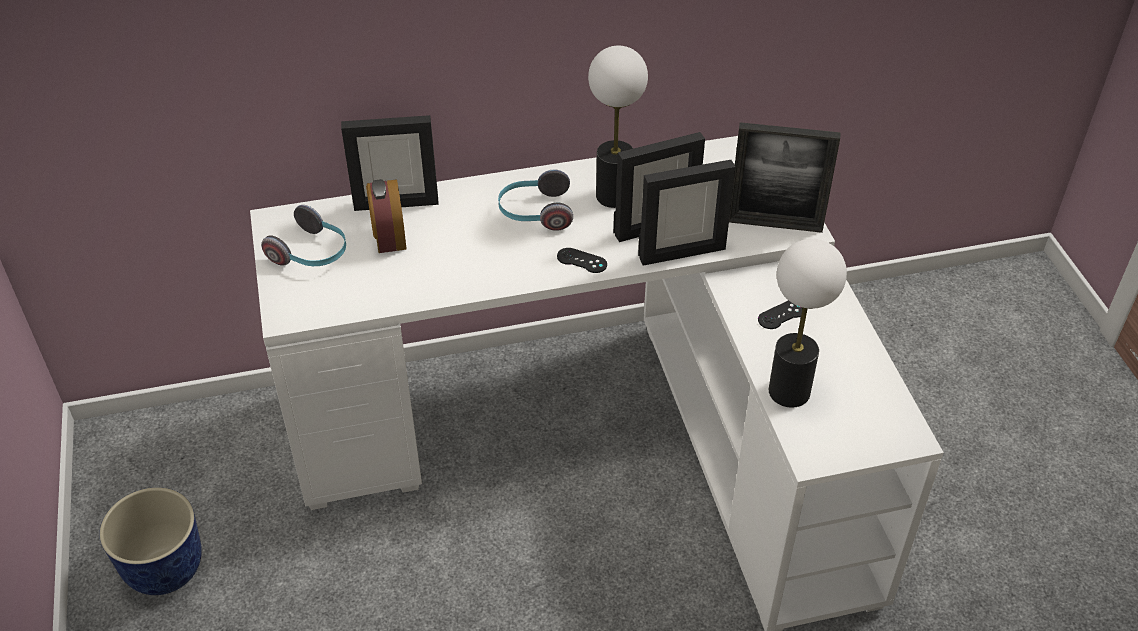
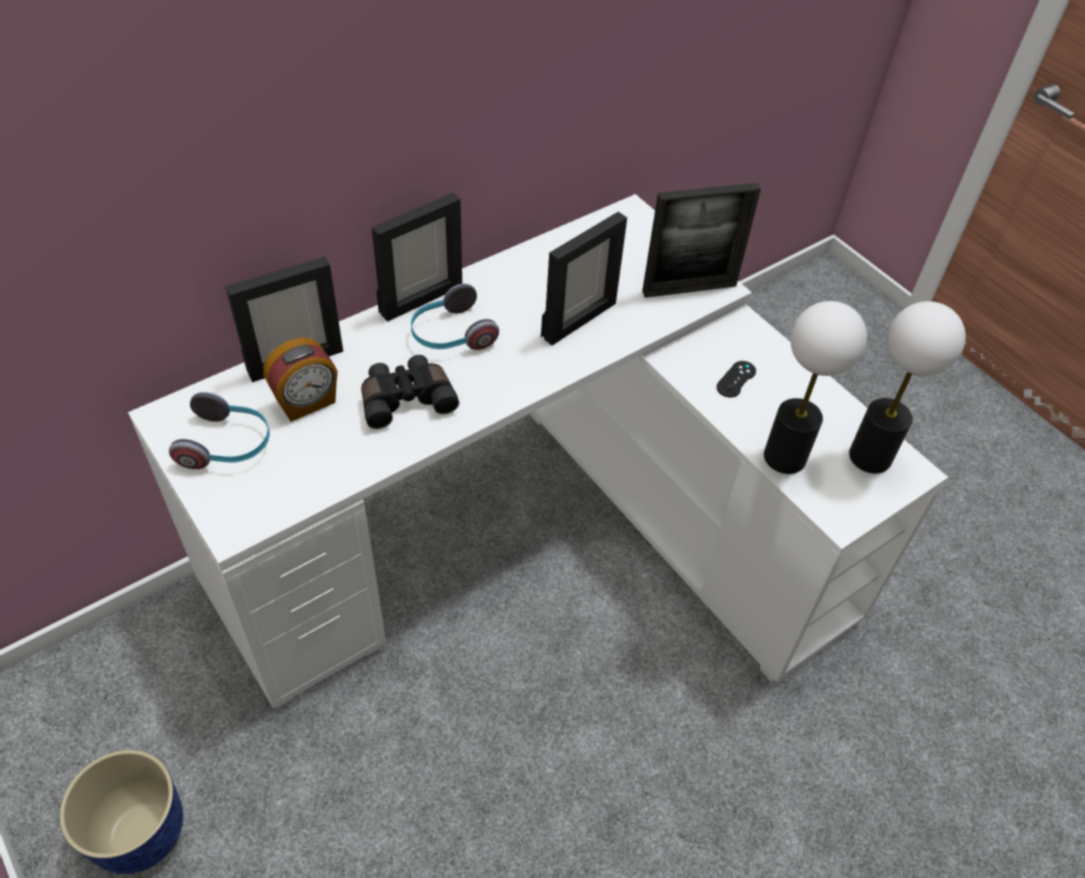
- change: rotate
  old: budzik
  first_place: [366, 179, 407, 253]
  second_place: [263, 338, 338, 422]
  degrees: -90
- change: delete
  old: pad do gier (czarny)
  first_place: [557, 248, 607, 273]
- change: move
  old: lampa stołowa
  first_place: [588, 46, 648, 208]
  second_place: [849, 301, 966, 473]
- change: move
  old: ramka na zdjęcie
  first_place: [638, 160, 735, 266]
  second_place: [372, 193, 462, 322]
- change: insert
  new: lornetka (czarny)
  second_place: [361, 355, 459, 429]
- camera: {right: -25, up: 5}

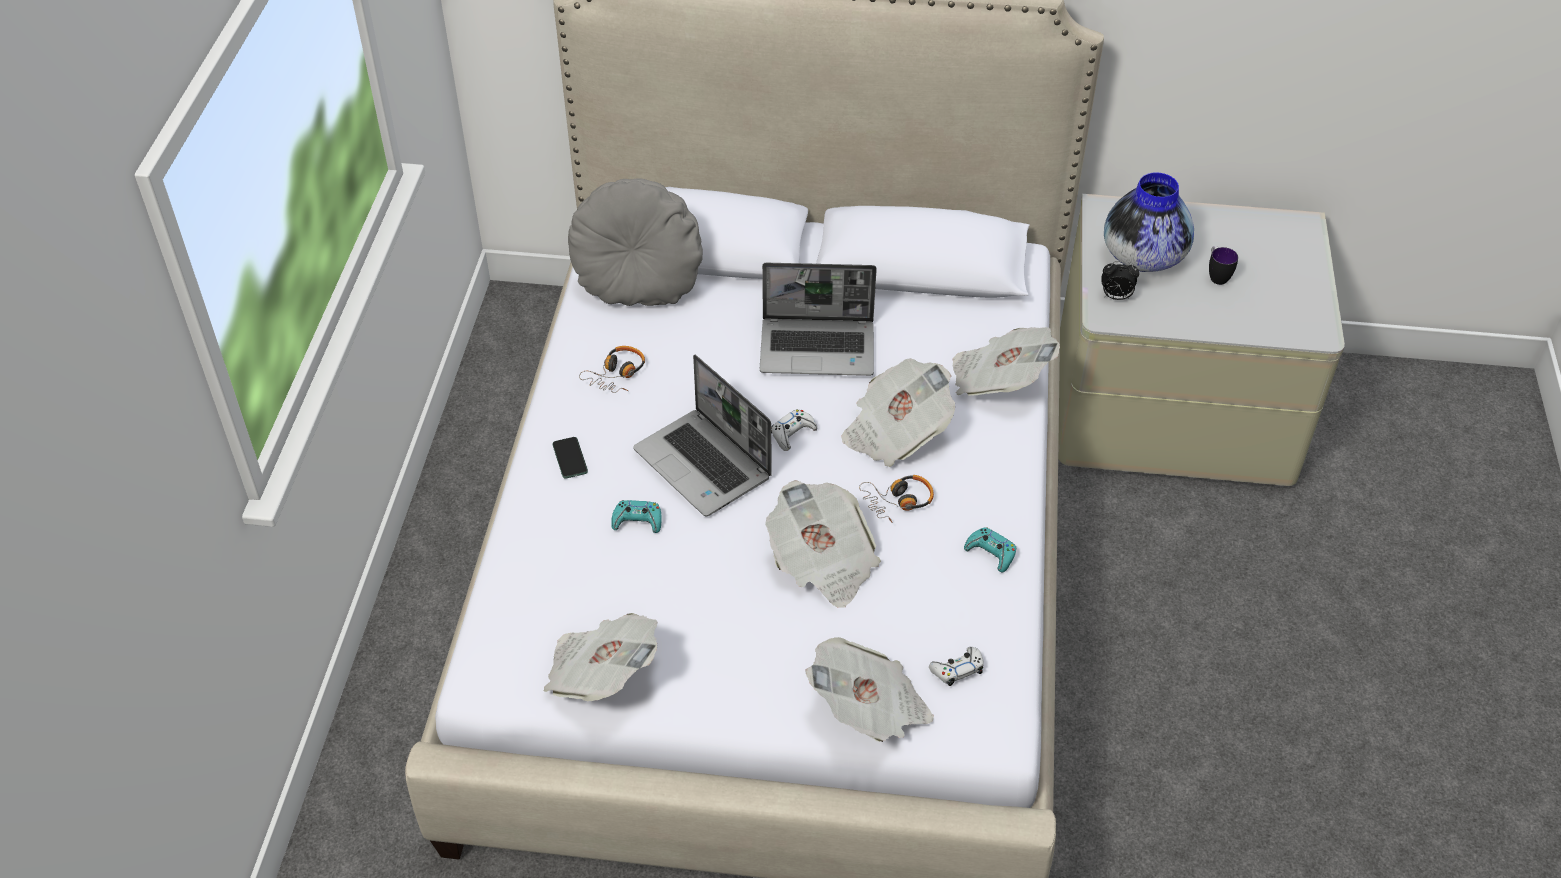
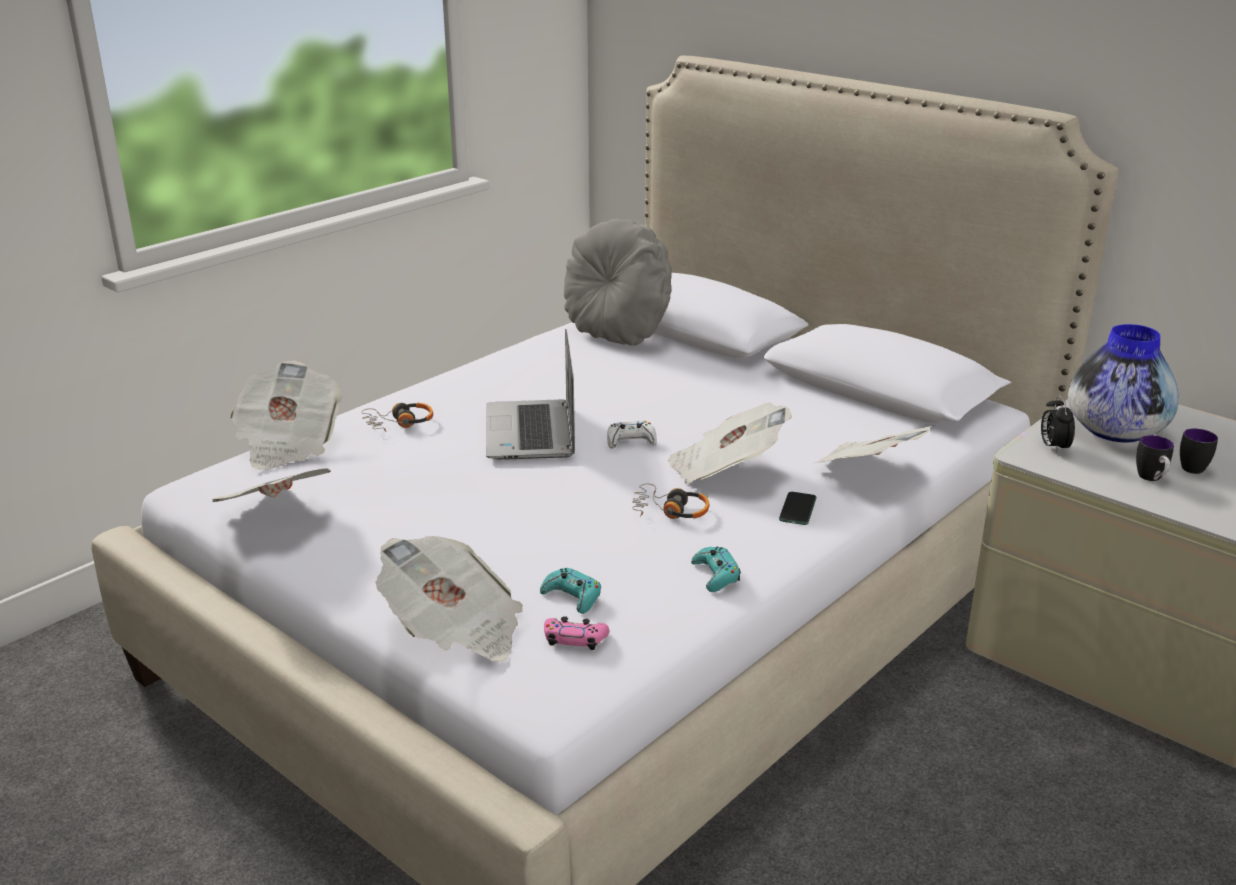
- change: move
  old: telefon
  first_place: [552, 437, 588, 479]
  second_place: [779, 492, 817, 525]
- change: move
  old: słuchawki
  first_place: [579, 346, 645, 393]
  second_place: [361, 403, 433, 432]
- change: move
  old: pad do gier (turkusowy)
  first_place: [611, 500, 662, 533]
  second_place: [540, 568, 601, 614]
- change: delete
  old: laptop
  first_place: [760, 263, 877, 376]
- change: move
  old: gazeta
  first_place: [765, 480, 881, 608]
  second_place: [231, 361, 343, 470]
- change: recolor
  old: pad do gier (biały)
  new: pad do gier (różowy)
  first_place: [929, 647, 984, 686]
  second_place: [544, 616, 609, 650]
- change: rotate
  old: budzik
  first_place: [1101, 261, 1139, 300]
  second_place: [1041, 395, 1075, 453]
  degrees: 45
- change: insert
  new: kubek
  second_place: [1136, 435, 1174, 481]
- camera: {right: 35, up: -20}

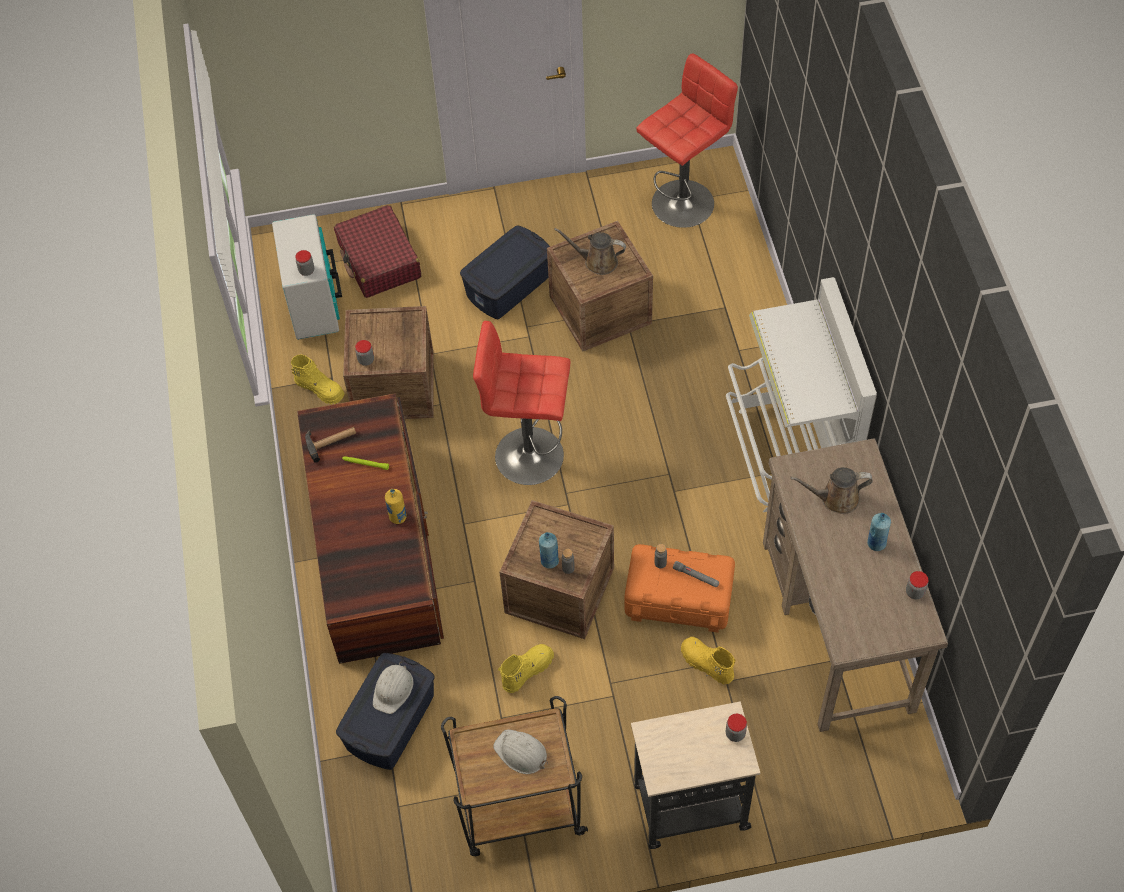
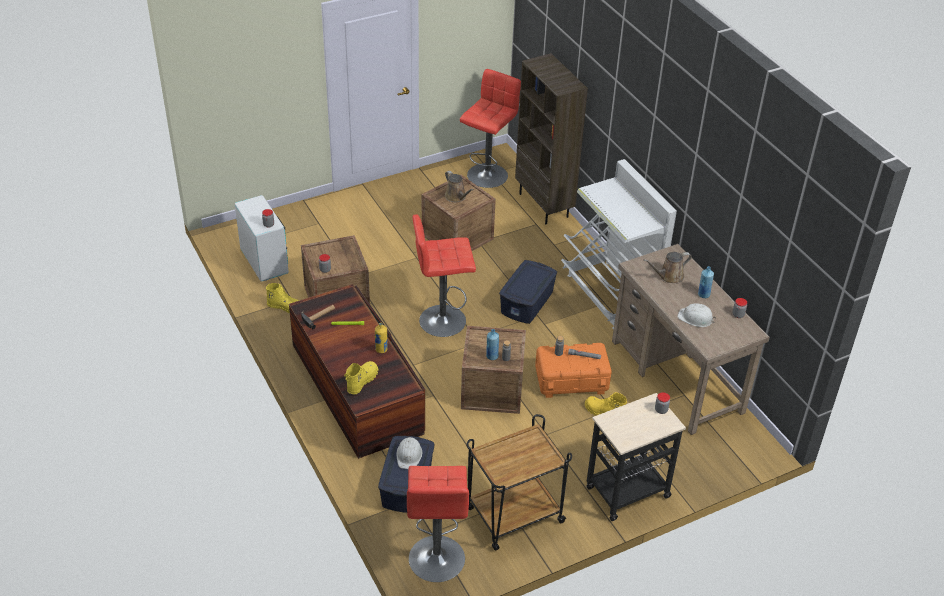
- change: delete
  old: walizka (czerwony)
  first_place: [334, 205, 421, 298]
- change: move
  old: pojemnik do przechowywania (niebieski)
  first_place: [460, 225, 550, 319]
  second_place: [499, 260, 557, 324]
- change: move
  old: kask (biały)
  first_place: [493, 729, 548, 774]
  second_place: [678, 304, 716, 327]
- change: move
  old: but z cholewką (żółty)
  first_place: [498, 644, 554, 693]
  second_place: [344, 361, 378, 395]
- change: rotate
  old: konewka (brązowy)
  first_place: [554, 228, 626, 275]
  second_place: [445, 171, 474, 202]
  degrees: -120
- change: insert
  new: stołek (czerwony)
  second_place: [407, 466, 469, 582]
- change: insert
  new: regał (brązowy)
  second_place: [515, 53, 588, 224]
- camera: {right: -20, up: -15}

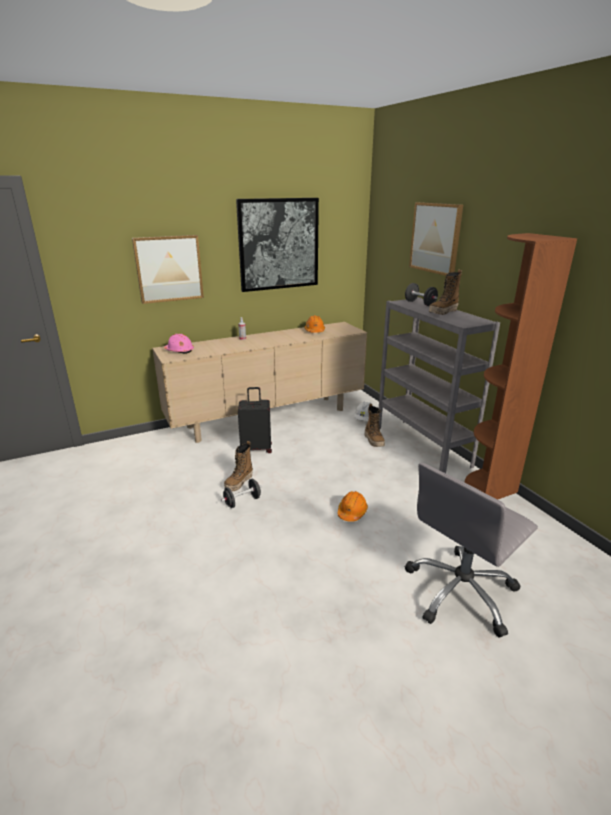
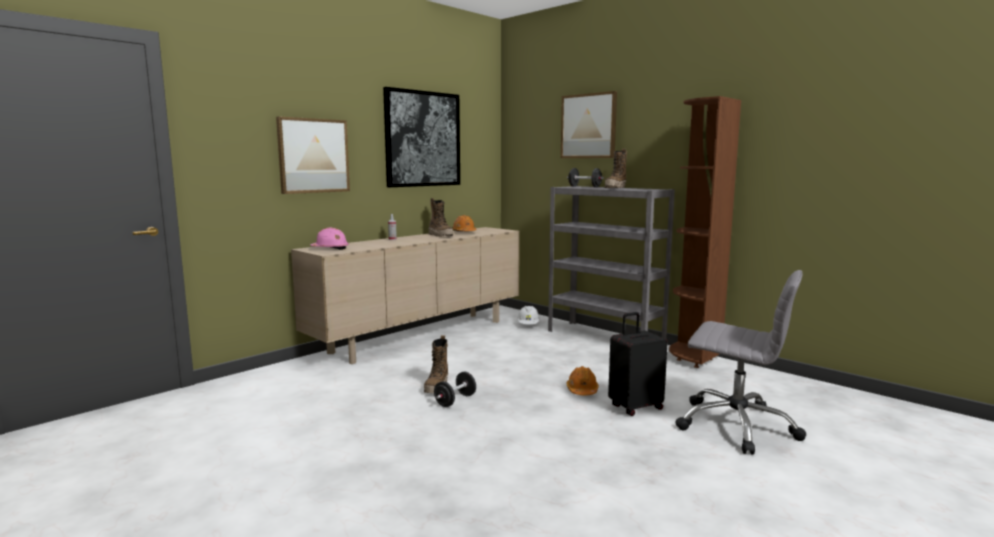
- change: move
  old: walizka (czarny)
  first_place: [238, 387, 272, 453]
  second_place: [608, 312, 668, 416]
- change: move
  old: but z cholewką
  first_place: [365, 404, 385, 447]
  second_place: [428, 198, 453, 237]
- change: rotate
  old: krzesło biurowe (szary)
  first_place: [405, 463, 538, 638]
  second_place: [675, 270, 806, 454]
  degrees: -90
- camera: {right: -20, up: -15}

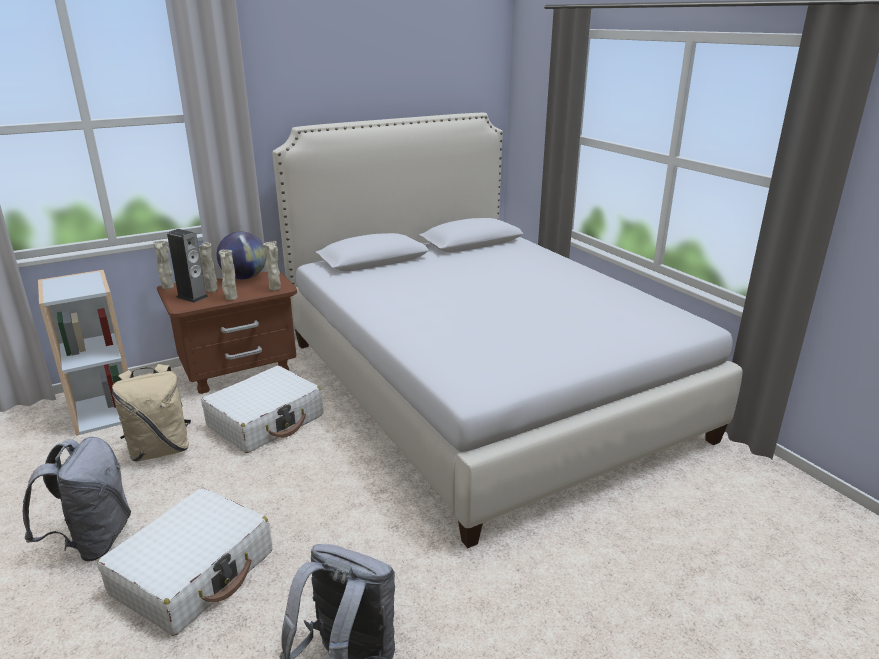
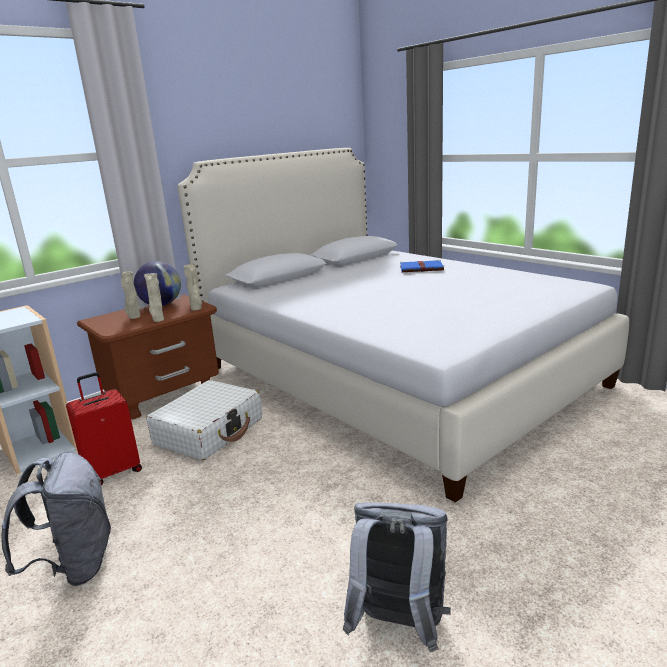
- change: delete
  old: walizka (biały)
  first_place: [97, 488, 272, 636]
- change: replace
  old: plecak (beżowy)
  new: walizka (czerwony)
  first_place: [112, 364, 191, 462]
  second_place: [66, 372, 142, 486]
- change: delete
  old: wazon (beżowy)
  first_place: [153, 241, 174, 289]
- change: delete
  old: głośnik
  first_place: [167, 229, 208, 303]
- change: insert
  new: książka (niebieski)
  second_place: [400, 260, 444, 272]
- camera: {right: -10, up: -5}

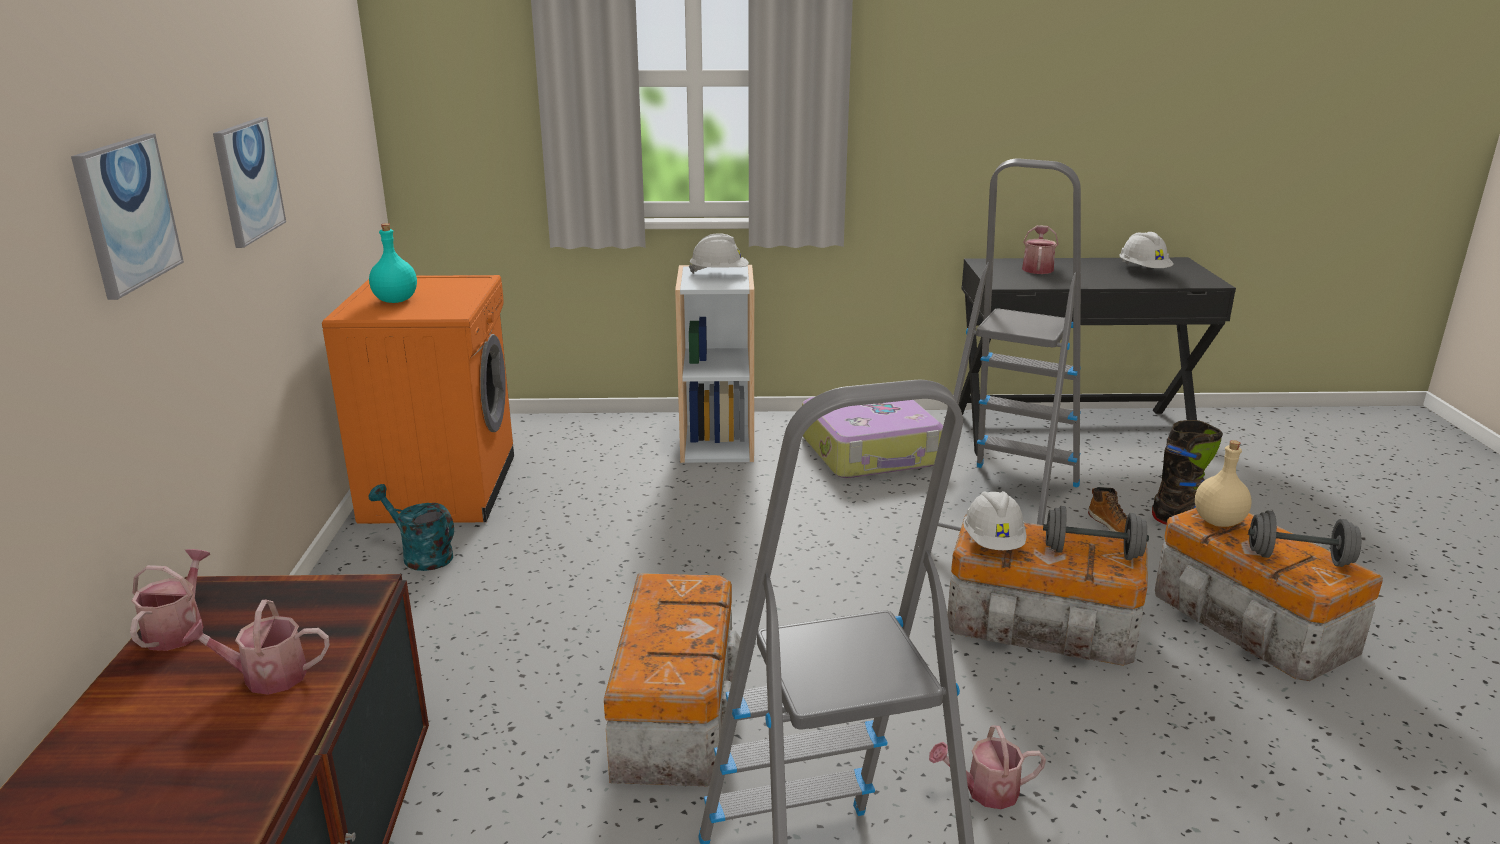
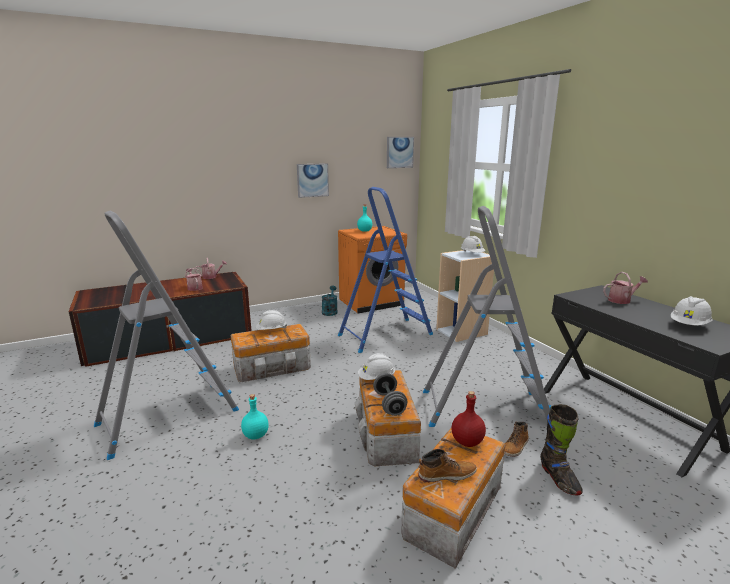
- change: move
  old: obraz
  first_place: [71, 134, 184, 300]
  second_place: [387, 137, 414, 168]
- change: delete
  old: walizka
  first_place: [802, 397, 943, 478]
- change: replace
  old: konewka
  new: butelka (turkusowy)
  first_place: [929, 725, 1046, 809]
  second_place: [241, 394, 269, 440]
- change: recolor
  old: butelka (beżowy)
  new: butelka (czerwony)
  first_place: [1195, 440, 1252, 527]
  second_place: [452, 391, 486, 447]
- change: replace
  old: hantel (szary)
  new: but z cholewką
  first_place: [1248, 511, 1361, 567]
  second_place: [418, 449, 477, 483]
- change: insert
  new: kask (biały)
  second_place: [256, 310, 287, 330]
- change: insert
  new: drabinka (niebieski)
  second_place: [338, 187, 433, 353]
- camera: {right: 65, up: -5}

